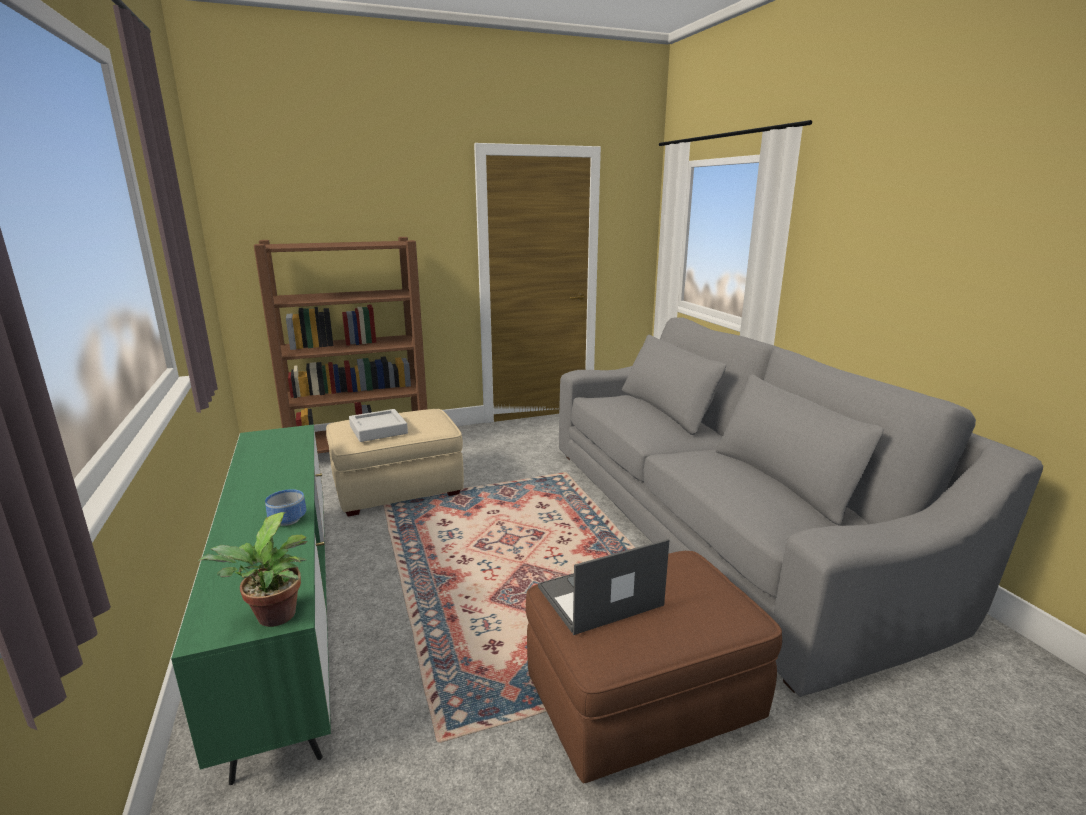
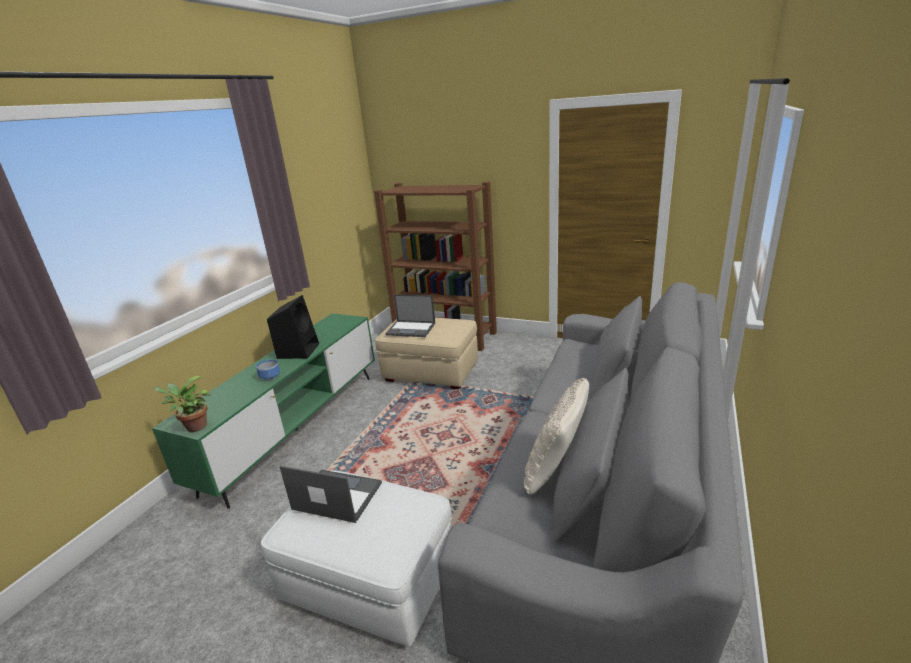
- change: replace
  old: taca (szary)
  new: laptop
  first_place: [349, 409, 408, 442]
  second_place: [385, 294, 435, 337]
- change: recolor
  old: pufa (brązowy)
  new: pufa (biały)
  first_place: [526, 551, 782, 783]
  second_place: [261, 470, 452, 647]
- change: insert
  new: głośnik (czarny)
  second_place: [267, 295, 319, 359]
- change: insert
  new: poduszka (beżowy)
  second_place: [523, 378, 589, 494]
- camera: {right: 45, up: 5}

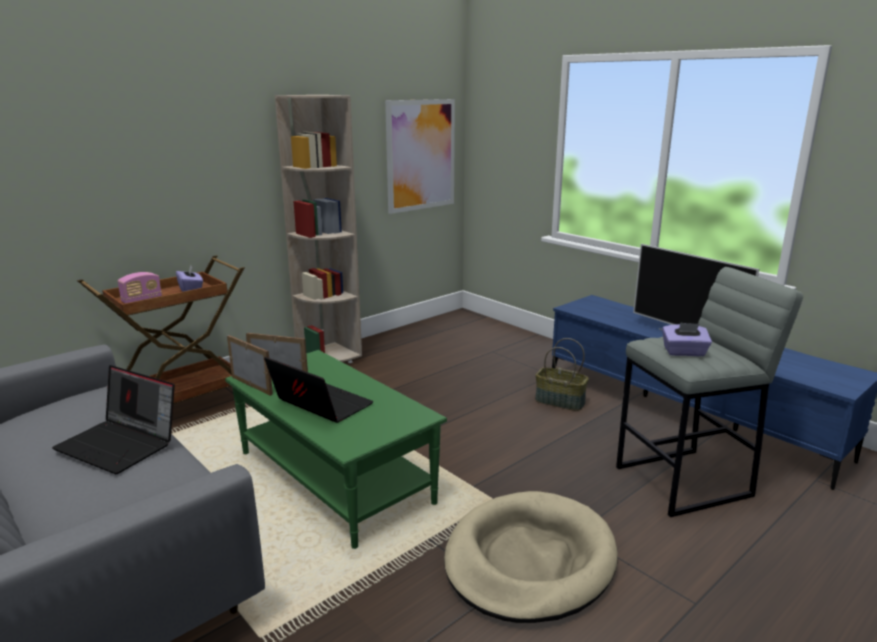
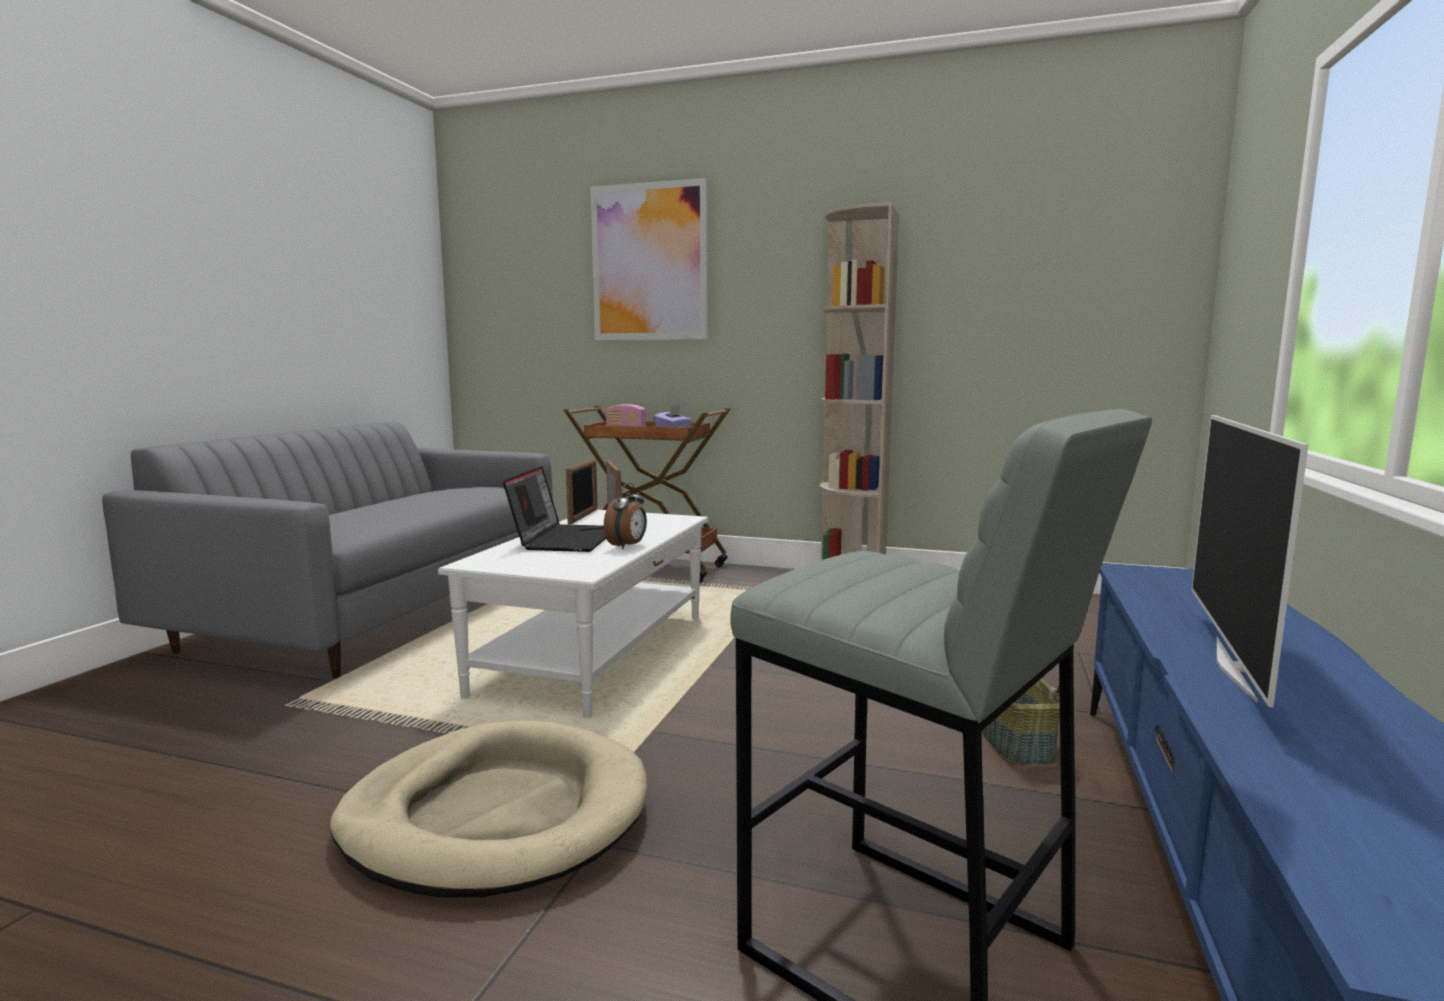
- change: delete
  old: laptop
  first_place: [52, 365, 175, 474]
- change: recolor
  old: ława (zielony)
  new: ława (biały)
  first_place: [225, 350, 447, 549]
  second_place: [438, 510, 708, 718]
- change: move
  old: obraz
  first_place: [385, 99, 455, 214]
  second_place: [590, 178, 708, 340]
- change: delete
  old: pudełko chusteczek (fioletowy)
  first_place: [662, 322, 712, 356]
- change: insert
  new: budzik
  second_place: [604, 483, 647, 549]
- camera: {right: 60, up: -10}

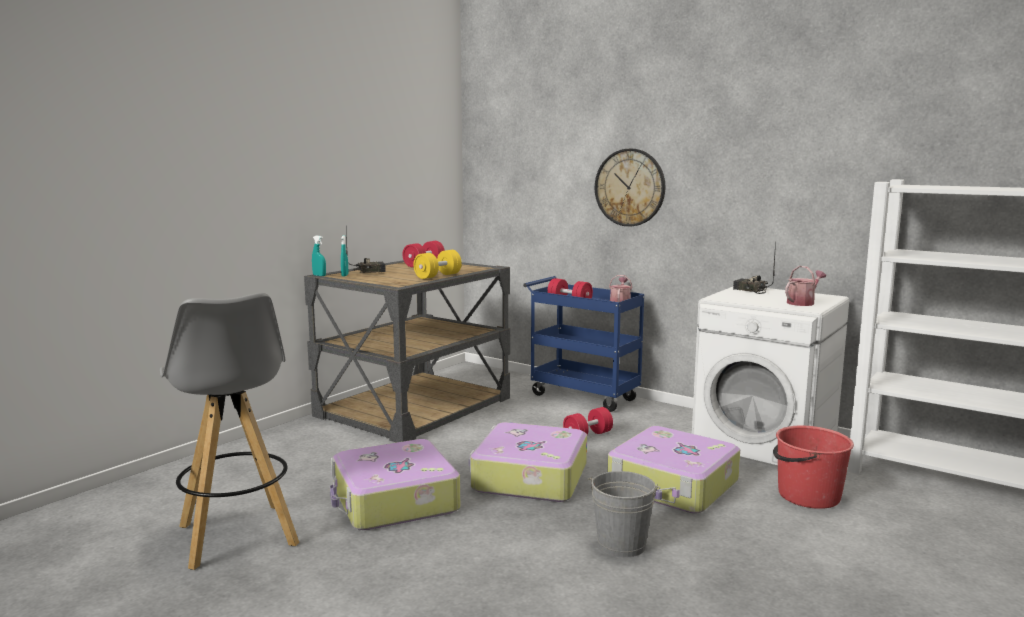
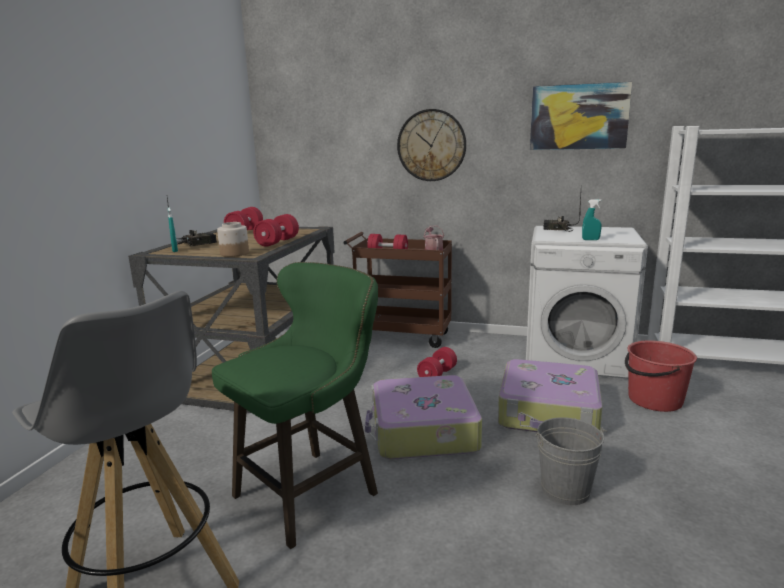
- change: move
  old: spryskiwacz (turkusowy)
  first_place: [312, 236, 326, 276]
  second_place: [582, 199, 602, 240]
- change: replace
  old: walizka
  new: stołek (zielony)
  first_place: [330, 439, 460, 530]
  second_place: [212, 262, 378, 549]
- change: recolor
  old: hantel (żółty)
  new: hantel (czerwony)
  first_place: [413, 250, 462, 279]
  second_place: [253, 214, 299, 247]
- change: recolor
  old: wózek (niebieski)
  new: wózek (brązowy)
  first_place: [523, 276, 644, 412]
  second_place: [343, 232, 452, 348]
- change: delete
  old: konewka
  first_place: [785, 266, 826, 306]
- change: insert
  new: słoik
  second_place: [217, 222, 249, 257]
- change: insert
  new: obraz
  second_place: [530, 82, 632, 150]
- camera: {right: -20, up: 5}

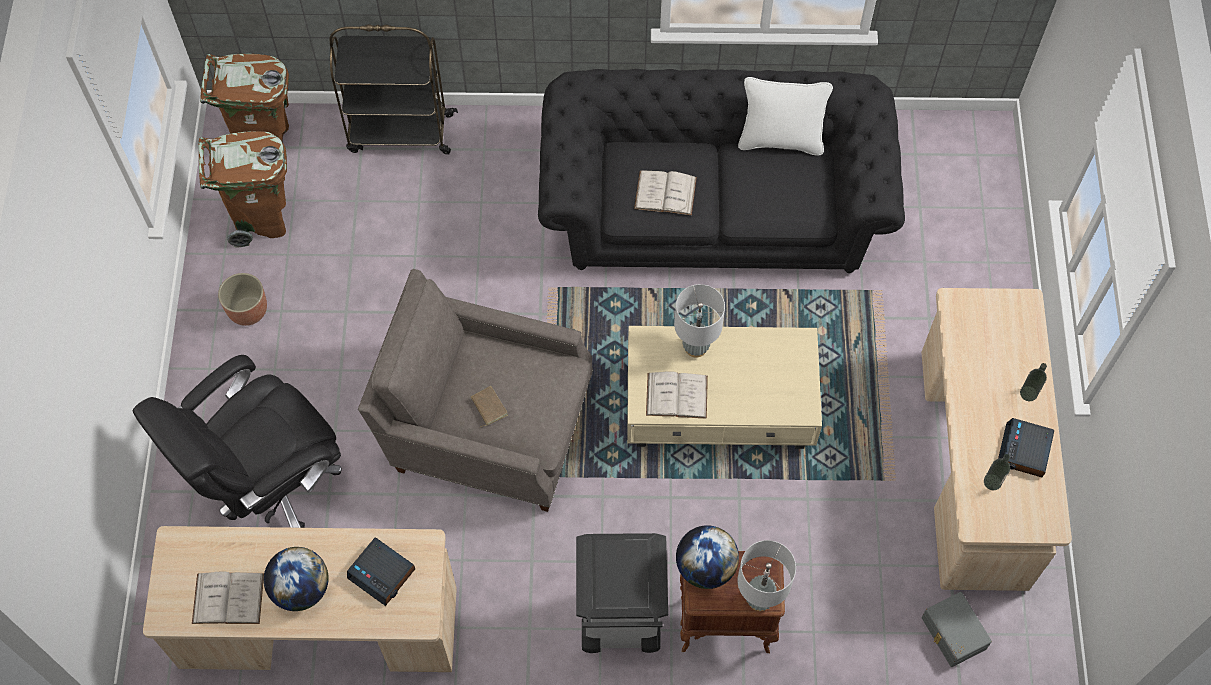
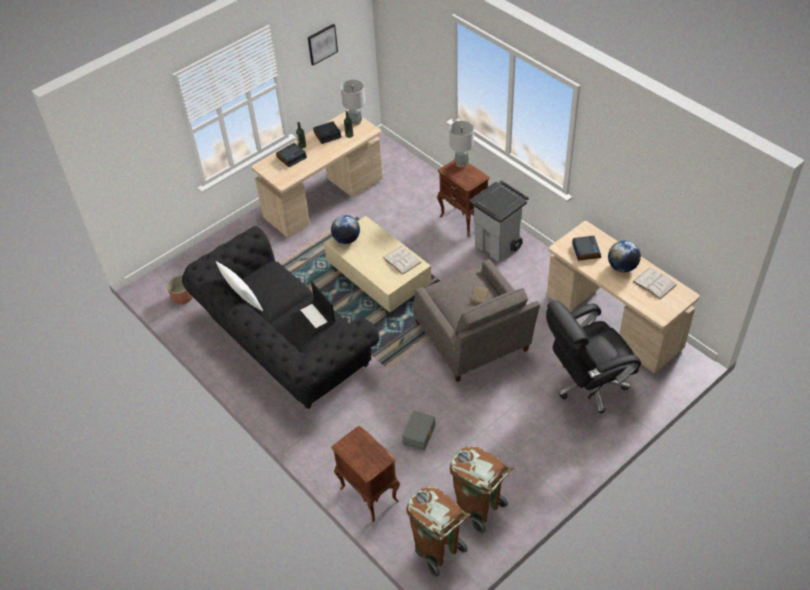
- change: rotate
  old: krzesło biurowe (czarny)
  first_place: [133, 355, 342, 528]
  second_place: [546, 300, 641, 413]
  degrees: 150
- change: move
  old: donica
  first_place: [218, 273, 267, 326]
  second_place: [167, 275, 193, 304]
- change: replace
  old: wózek (czarny)
  new: szafka nocna (brązowy)
  first_place: [329, 24, 458, 155]
  second_place: [331, 426, 400, 522]
- change: replace
  old: książka (biały)
  new: laptop
  first_place: [634, 170, 697, 215]
  second_place: [292, 282, 335, 336]
- change: move
  old: lampa stołowa (szary)
  first_place: [674, 284, 725, 358]
  second_place: [341, 80, 365, 125]
- change: move
  old: globus
  first_place: [676, 525, 739, 589]
  second_place: [331, 215, 360, 244]
- change: move
  old: pojemnik do przechowywania (szary)
  first_place: [922, 592, 992, 667]
  second_place: [402, 411, 435, 451]
- change: insert
  new: budzik
  second_place: [276, 143, 307, 167]
- change: insert
  new: obraz
  second_place: [308, 24, 338, 65]
- camera: {right: -130, up: -15}

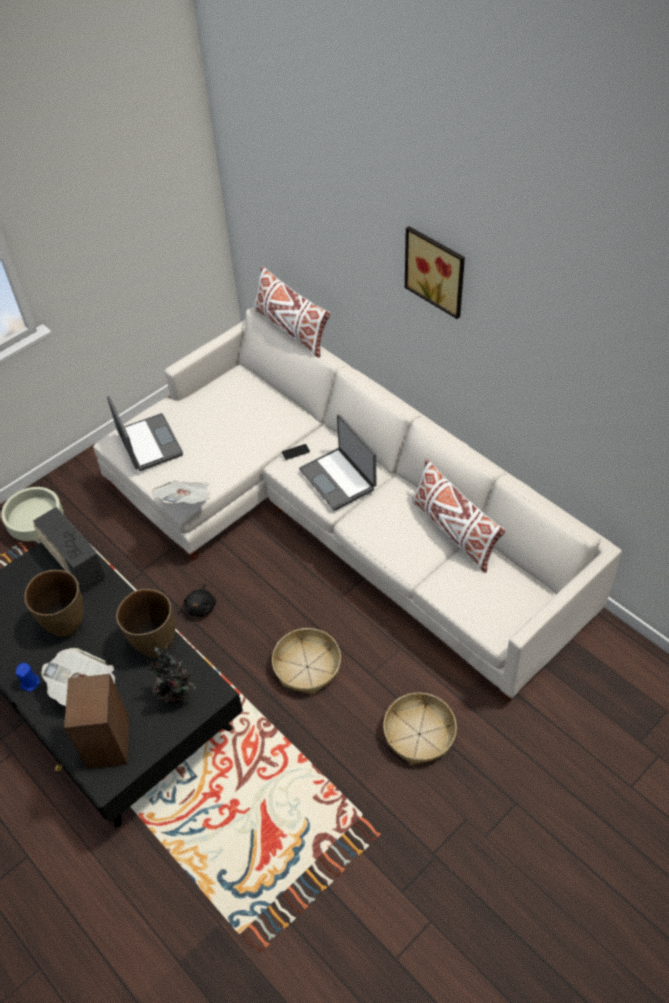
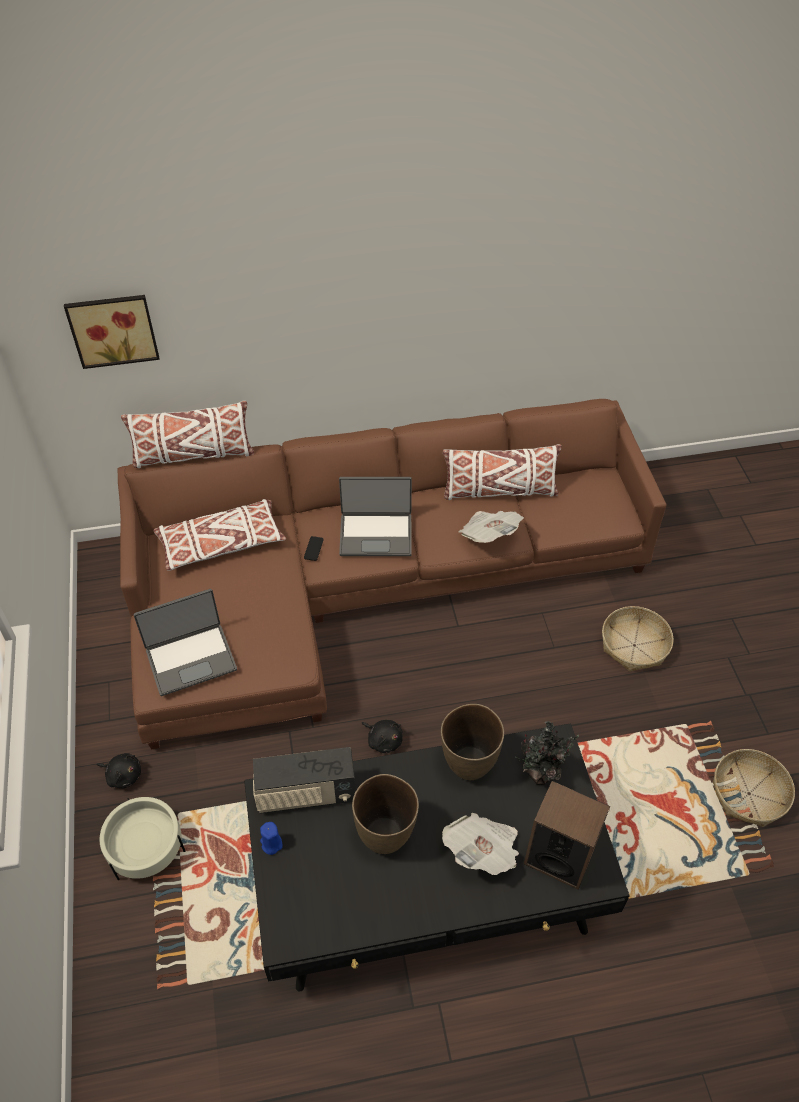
- change: move
  old: świeca (niebieski)
  first_place: [15, 663, 40, 692]
  second_place: [260, 822, 283, 855]
- change: recolor
  old: kanapa (biały)
  new: kanapa (brązowy)
  first_place: [93, 307, 622, 702]
  second_place: [118, 399, 667, 749]
- change: rotate
  old: laptop
  first_place: [107, 396, 183, 471]
  second_place: [134, 589, 237, 696]
  degrees: 150
- change: move
  old: gazeta
  first_place: [152, 480, 211, 504]
  second_place: [459, 511, 524, 543]
- change: move
  old: koszyk
  first_place: [272, 628, 341, 695]
  second_place: [713, 749, 795, 827]
- change: move
  old: obraz
  first_place: [405, 226, 465, 319]
  second_place: [64, 295, 159, 369]
- change: insert
  new: pluszak (czarny)
  second_place: [96, 753, 141, 788]
- change: insert
  new: poduszka (biały)
  second_place: [153, 499, 286, 571]
- camera: {right: -60, up: 0}

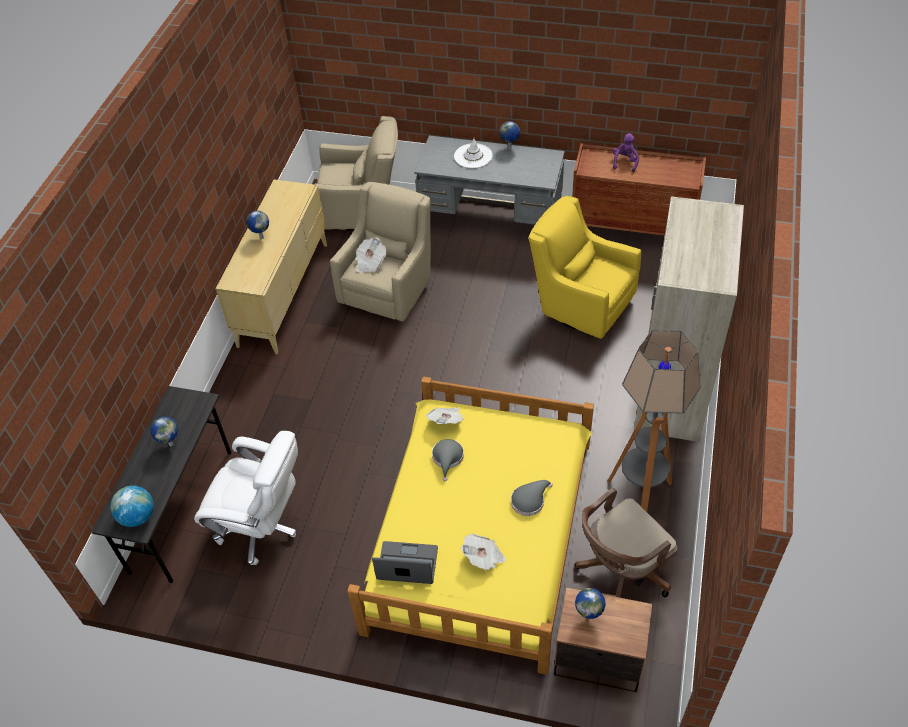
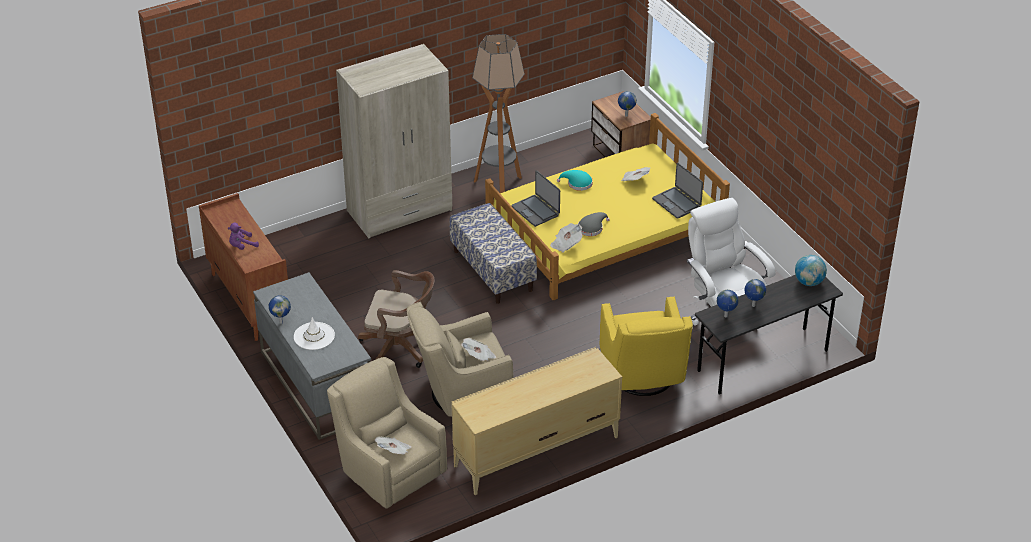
- change: move
  old: globus
  first_place: [246, 211, 269, 239]
  second_place: [717, 290, 739, 318]
- change: recolor
  old: kapelusz (szary)
  new: kapelusz (turkusowy)
  first_place: [511, 480, 553, 516]
  second_place: [557, 170, 593, 191]
- change: move
  old: fotel (żółty)
  first_place: [529, 196, 641, 339]
  second_place: [600, 296, 693, 396]
- change: move
  old: krzesło biurowe (brązowy)
  first_place: [574, 488, 677, 598]
  second_place: [358, 270, 434, 368]
- change: insert
  new: gazeta
  second_place: [375, 437, 412, 455]
- change: insert
  new: ławka
  second_place: [450, 203, 537, 304]
- change: insert
  new: laptop
  second_place: [511, 170, 560, 227]
- camera: {right: -135, up: -10}

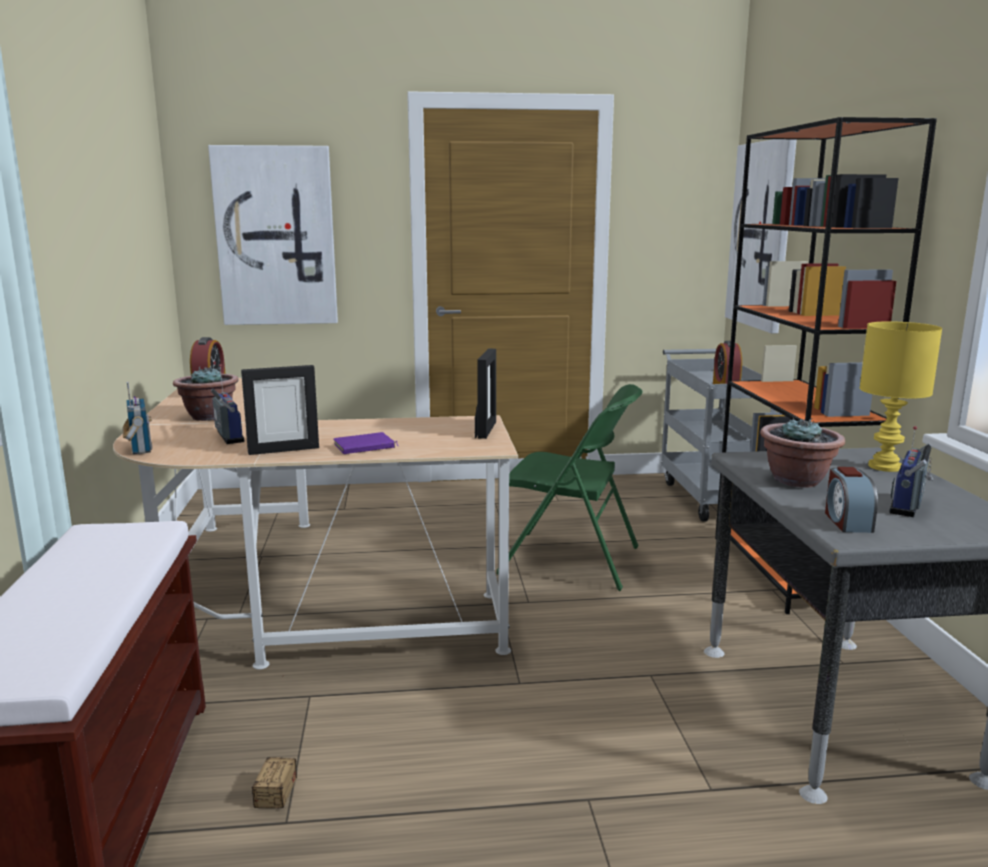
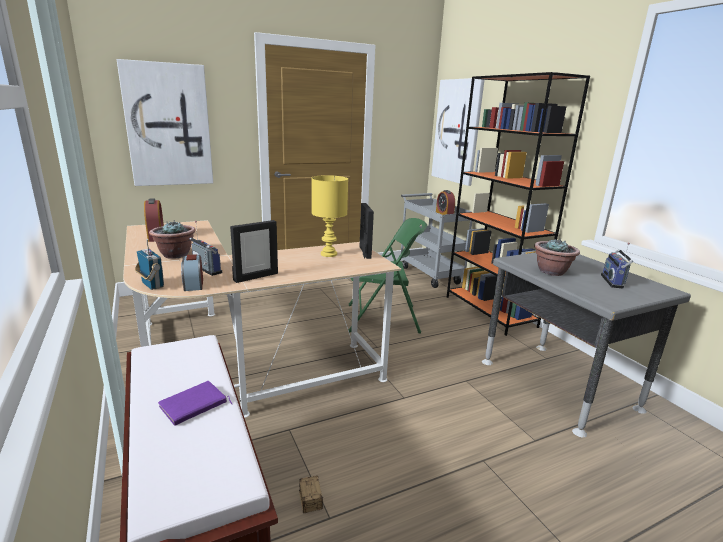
- change: move
  old: książka (fioletowy)
  first_place: [334, 432, 398, 454]
  second_place: [158, 381, 232, 426]
- change: move
  old: budzik
  first_place: [825, 467, 878, 533]
  second_place: [181, 254, 203, 291]
- change: move
  old: lampa stołowa (żółty)
  first_place: [859, 321, 942, 472]
  second_place: [312, 175, 348, 257]
- camera: {right: -20, up: 5}

